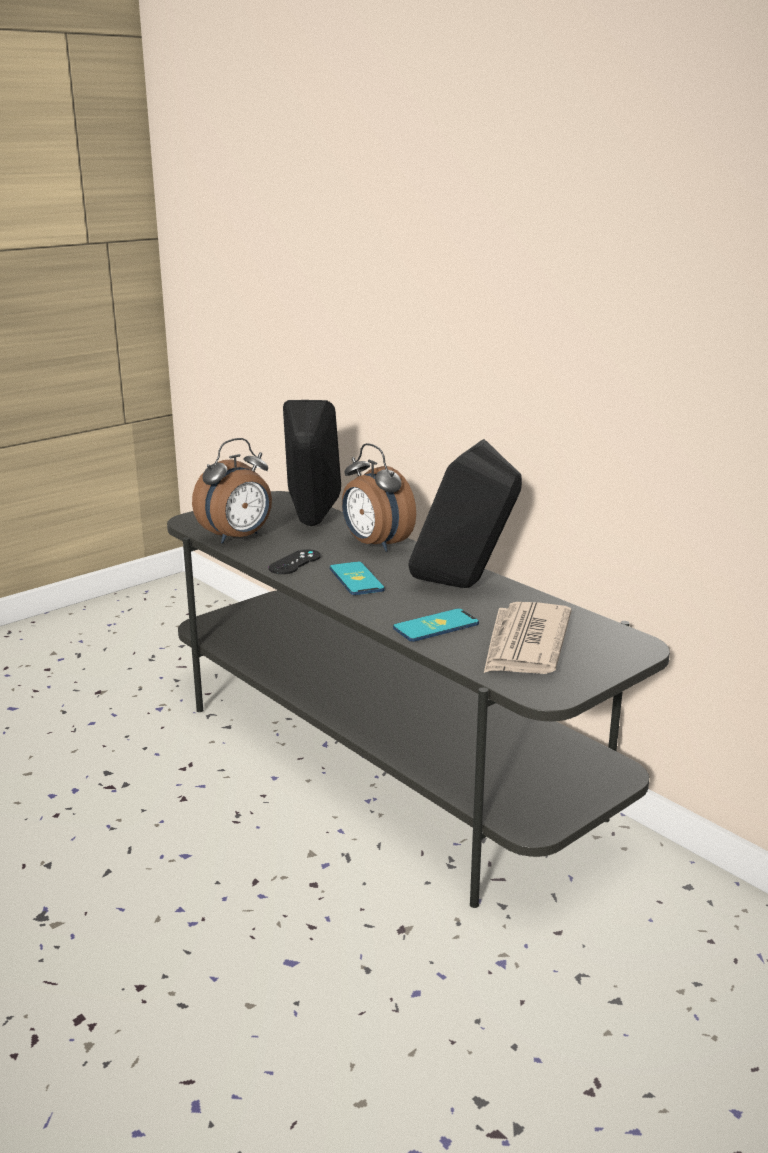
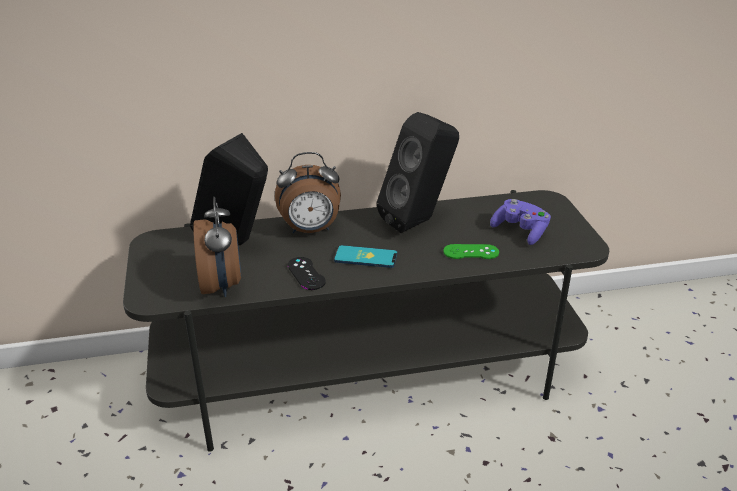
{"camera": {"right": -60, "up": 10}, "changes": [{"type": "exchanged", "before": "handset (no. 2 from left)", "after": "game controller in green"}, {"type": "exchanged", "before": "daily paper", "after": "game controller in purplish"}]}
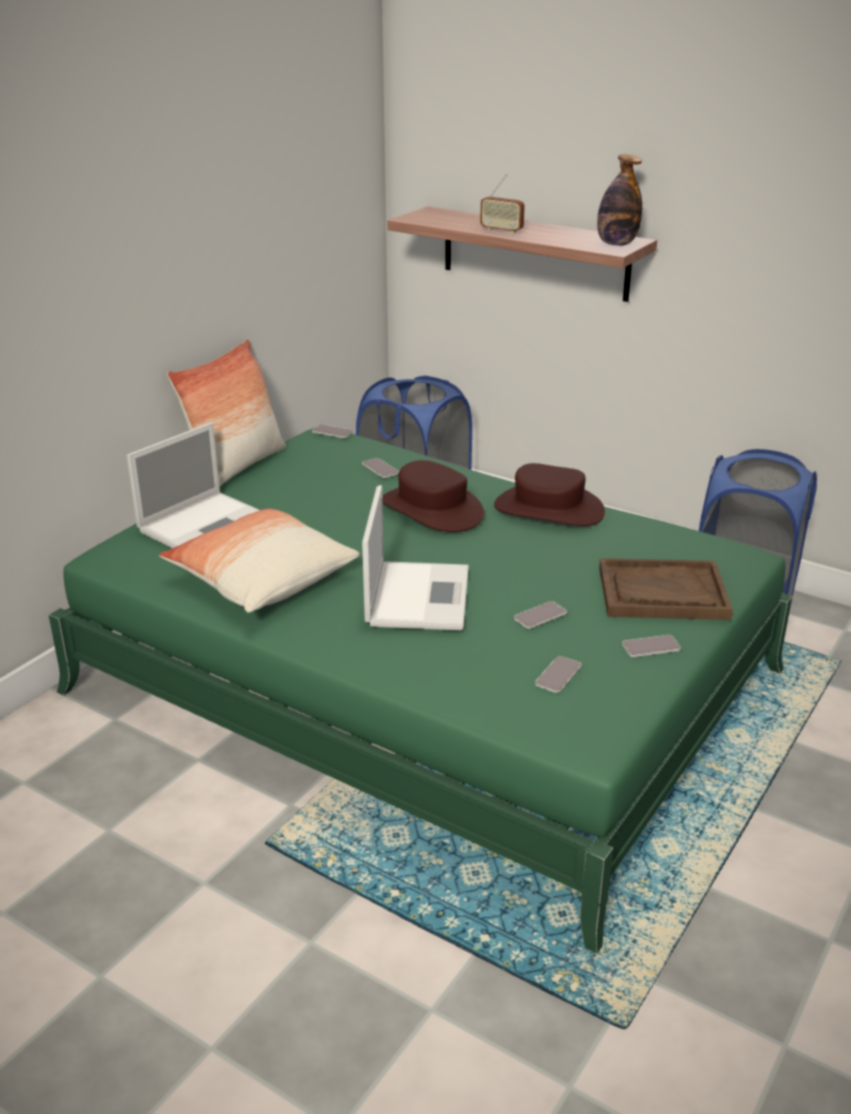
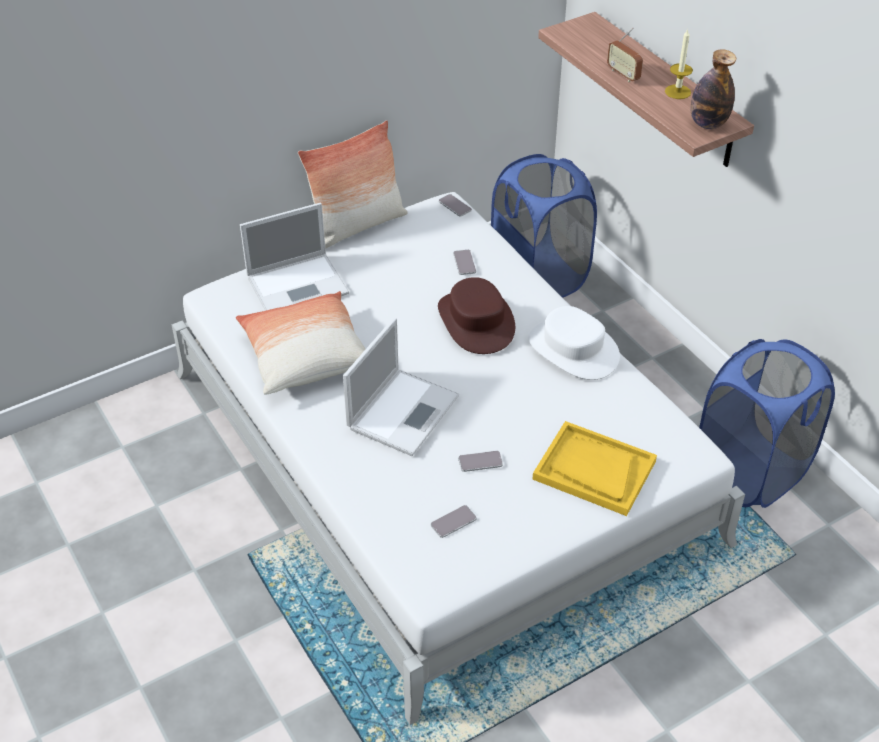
{"camera": {"right": 25, "up": 15}, "changes": [{"type": "missing", "before": "handset (no. 5 from left)"}, {"type": "appeared", "after": "wax light"}, {"type": "colour", "before": "sleeping bed in green", "after": "sleeping bed in white-coloured"}, {"type": "colour", "before": "hat in brown-coloured (no. 2 from left)", "after": "hat in white-coloured"}, {"type": "colour", "before": "carrying tray in brown-coloured", "after": "carrying tray in yellow-coloured"}]}
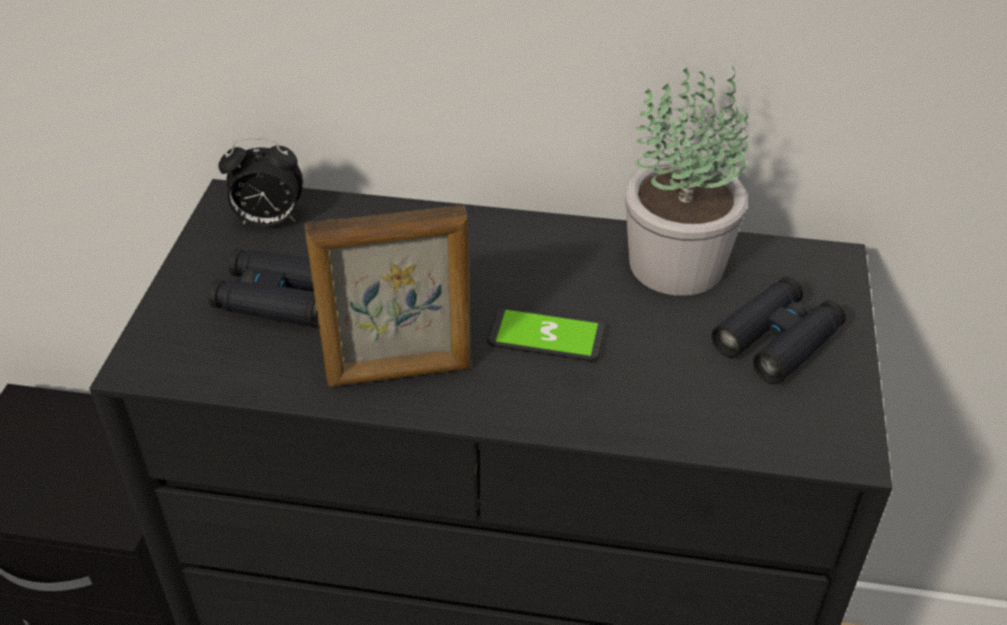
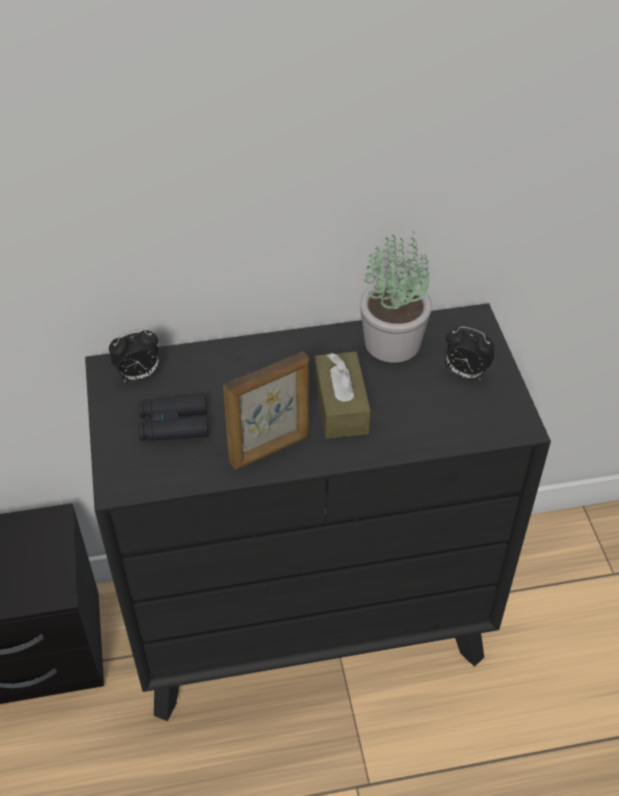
{"camera": {"right": -20, "up": 5}, "changes": [{"type": "exchanged", "before": "handset", "after": "tissue box in brown-coloured"}, {"type": "exchanged", "before": "binoculars in black (no. 2 from left)", "after": "table clock (no. 2 from left)"}]}
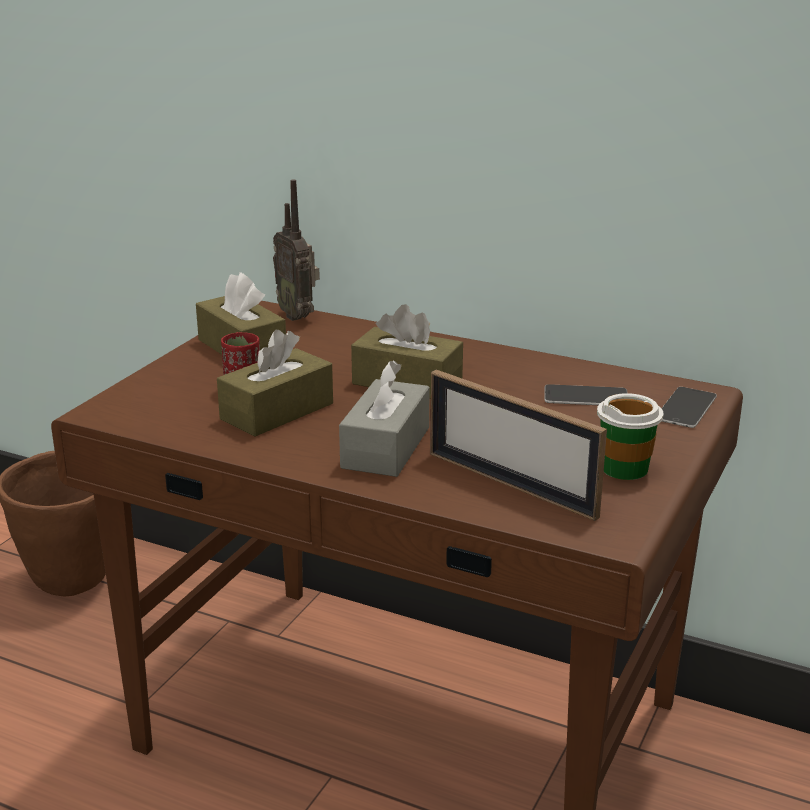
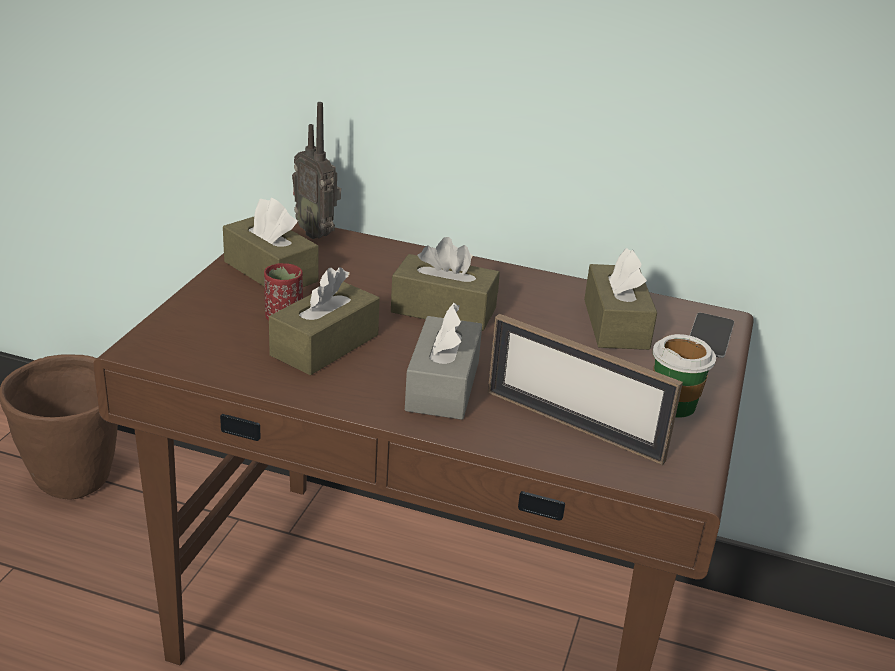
{"camera": {"right": -10, "up": 5}, "changes": [{"type": "exchanged", "before": "handset (no. 1 from left)", "after": "tissue box in brown-coloured (no. 4 from left)"}]}
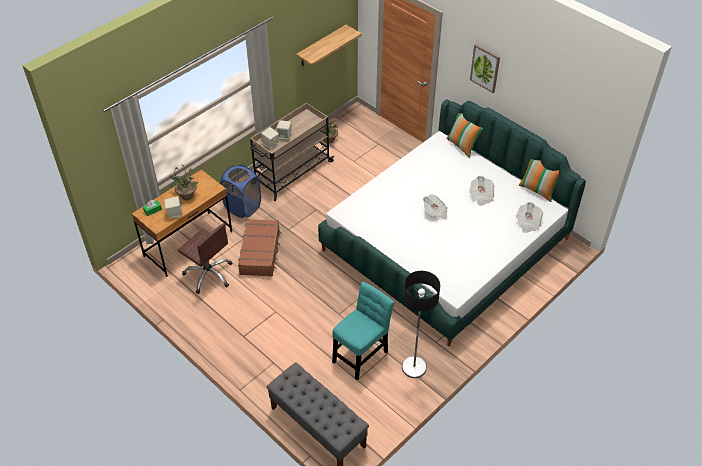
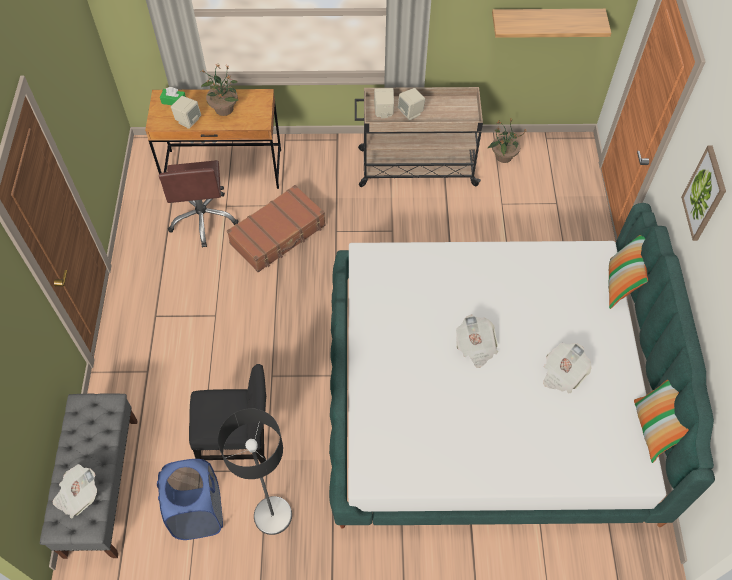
{"camera": {"right": 45, "up": 10}, "changes": [{"type": "relocated", "before": "hamper in bluish"}, {"type": "relocated", "before": "daily paper (no. 3 from left in the first image)", "after": "daily paper (no. 1 from left)"}, {"type": "colour", "before": "plain chair in turquoise", "after": "plain chair in black"}]}
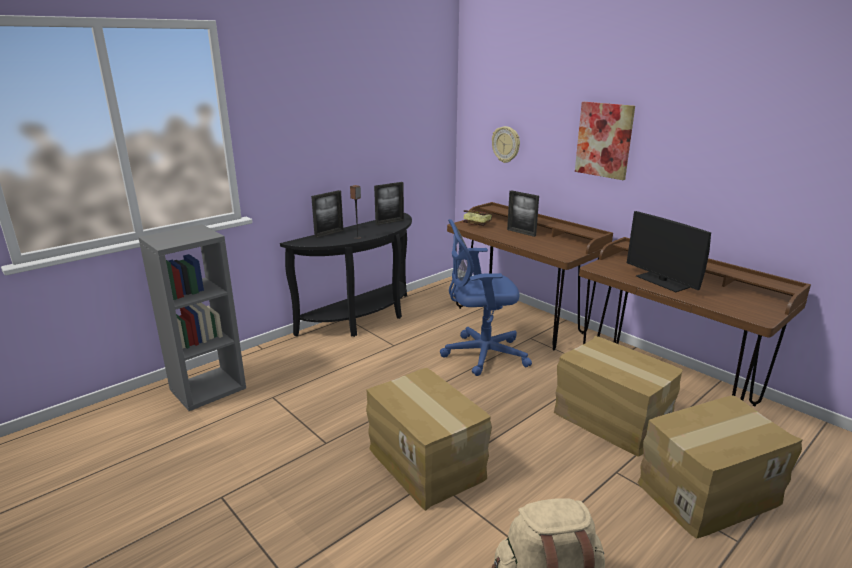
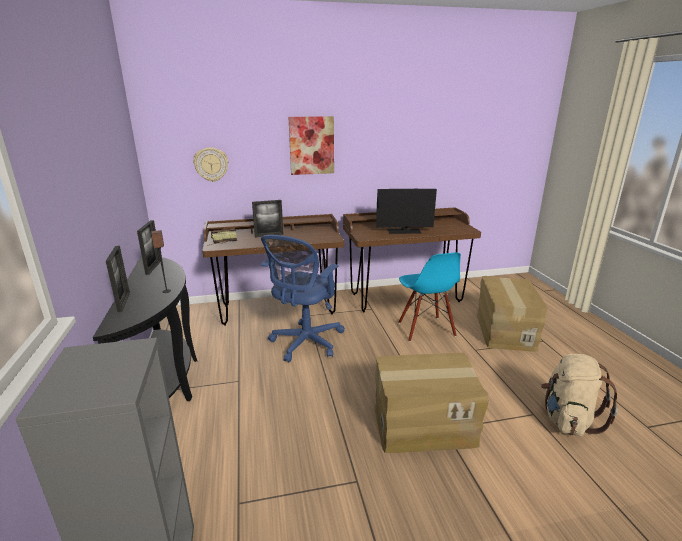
{"camera": {"right": -60, "up": 0}, "changes": [{"type": "exchanged", "before": "carton (no. 2 from left)", "after": "plain chair in bluish"}]}
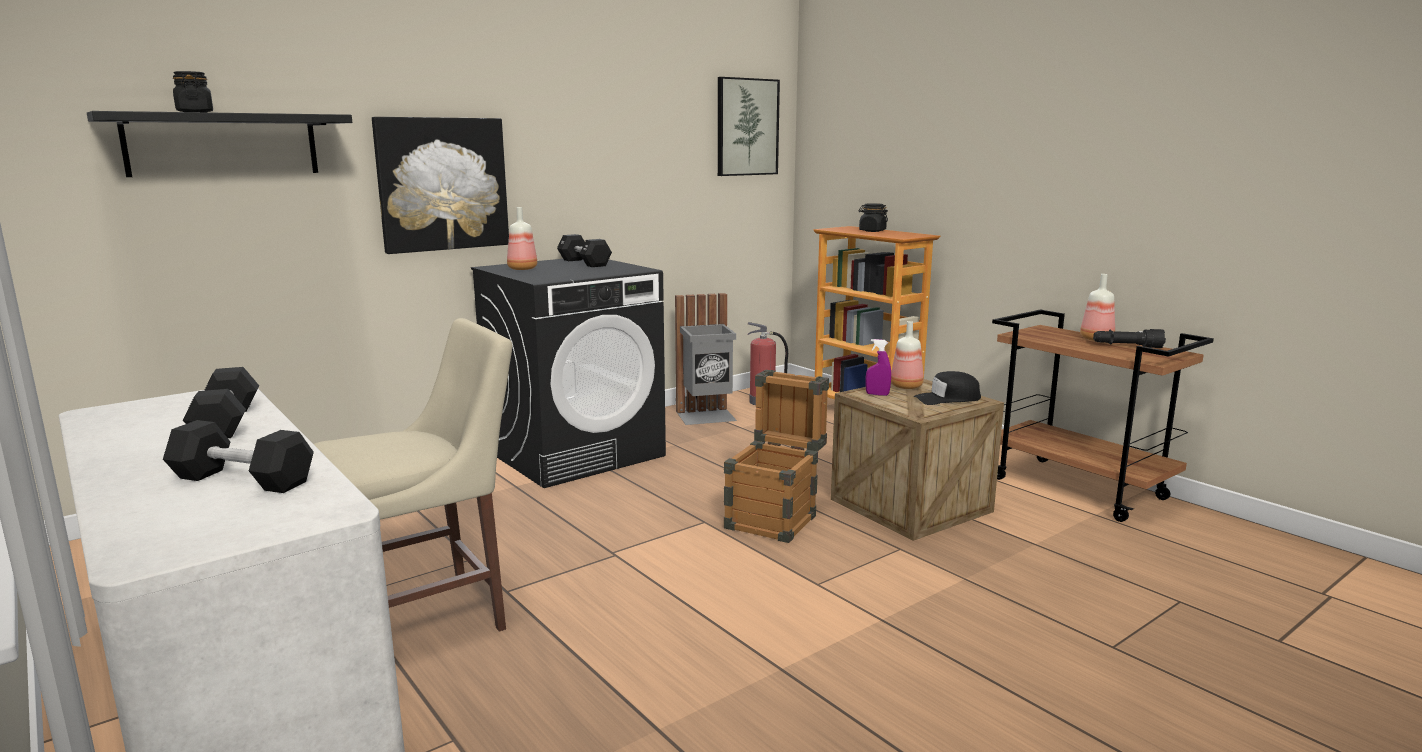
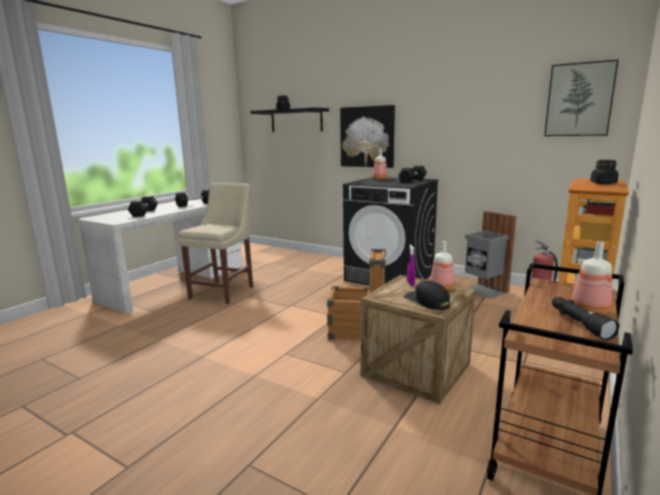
{"camera": {"right": 70, "up": 0}, "changes": [{"type": "spun", "before": "plain chair in beige", "turn": -105}]}
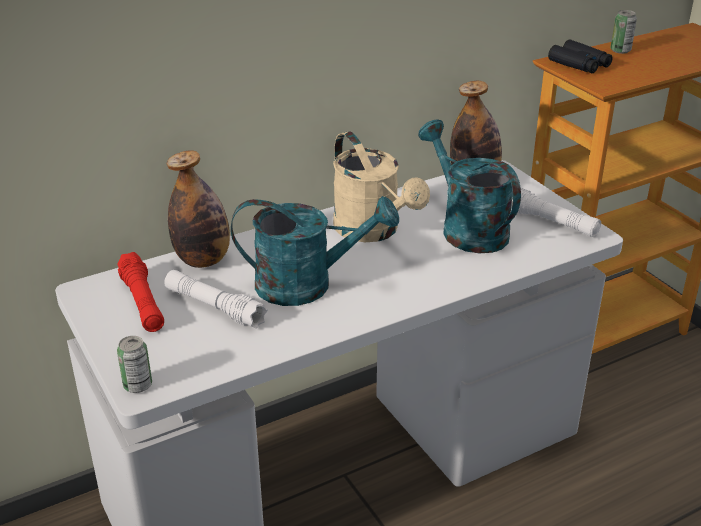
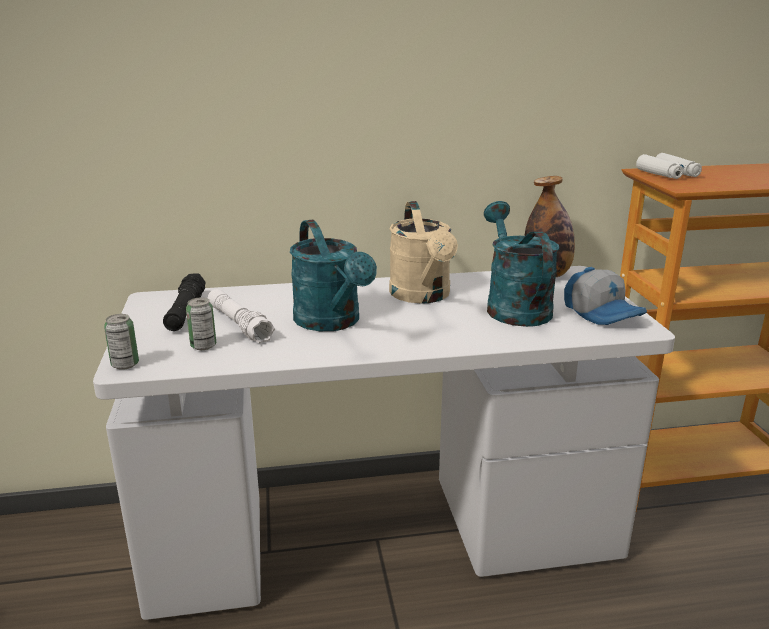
{"camera": {"right": 20, "up": -10}, "changes": [{"type": "missing", "before": "drink bottle (no. 1 from left)"}, {"type": "relocated", "before": "sealed can (no. 2 from left)"}, {"type": "exchanged", "before": "torch in white-coloured (no. 2 from left)", "after": "baseball cap"}, {"type": "colour", "before": "torch in red", "after": "torch in black"}, {"type": "colour", "before": "binoculars in black", "after": "binoculars in white-coloured"}, {"type": "spun", "before": "sprinkling can in turquoise (no. 1 from left)", "turn": 45}]}
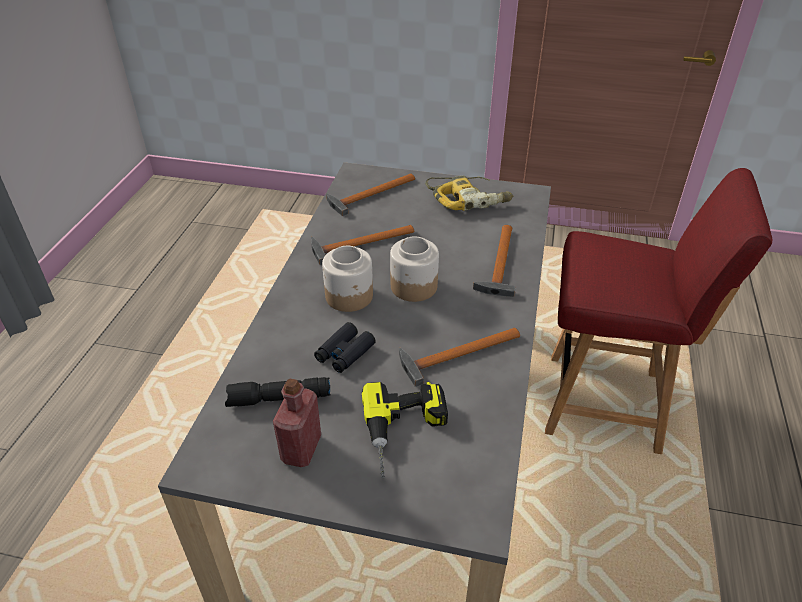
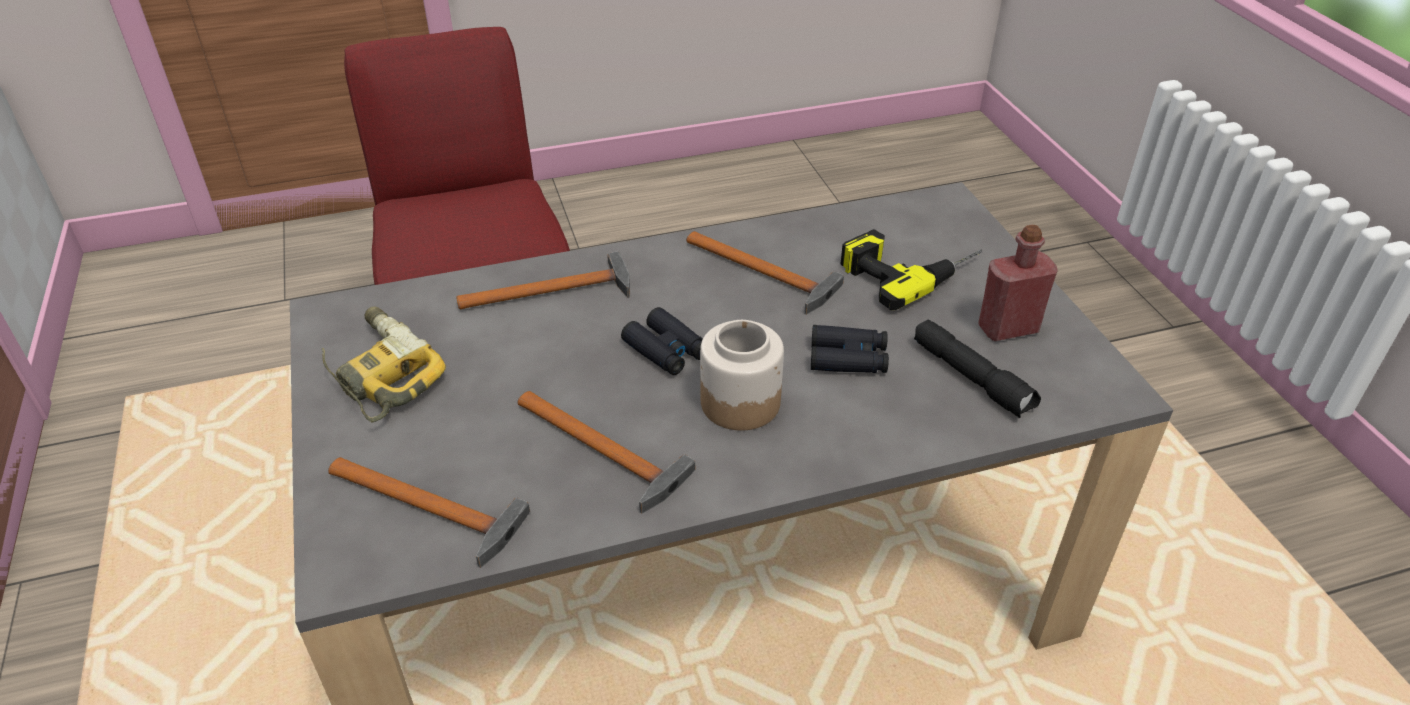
{"camera": {"right": -120, "up": 0}, "changes": [{"type": "exchanged", "before": "jar (no. 2 from left)", "after": "binoculars in black (no. 1 from left)"}]}
